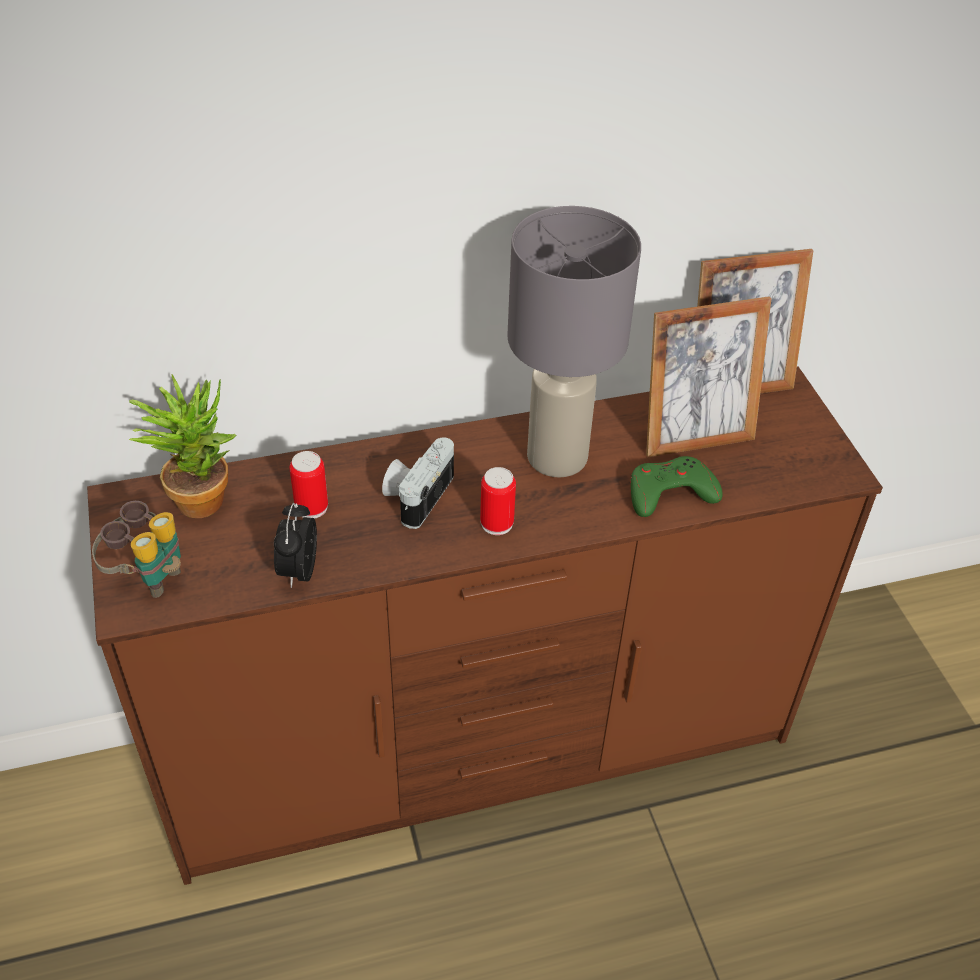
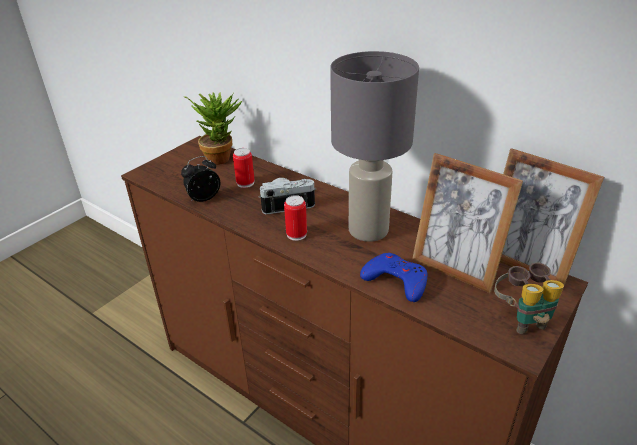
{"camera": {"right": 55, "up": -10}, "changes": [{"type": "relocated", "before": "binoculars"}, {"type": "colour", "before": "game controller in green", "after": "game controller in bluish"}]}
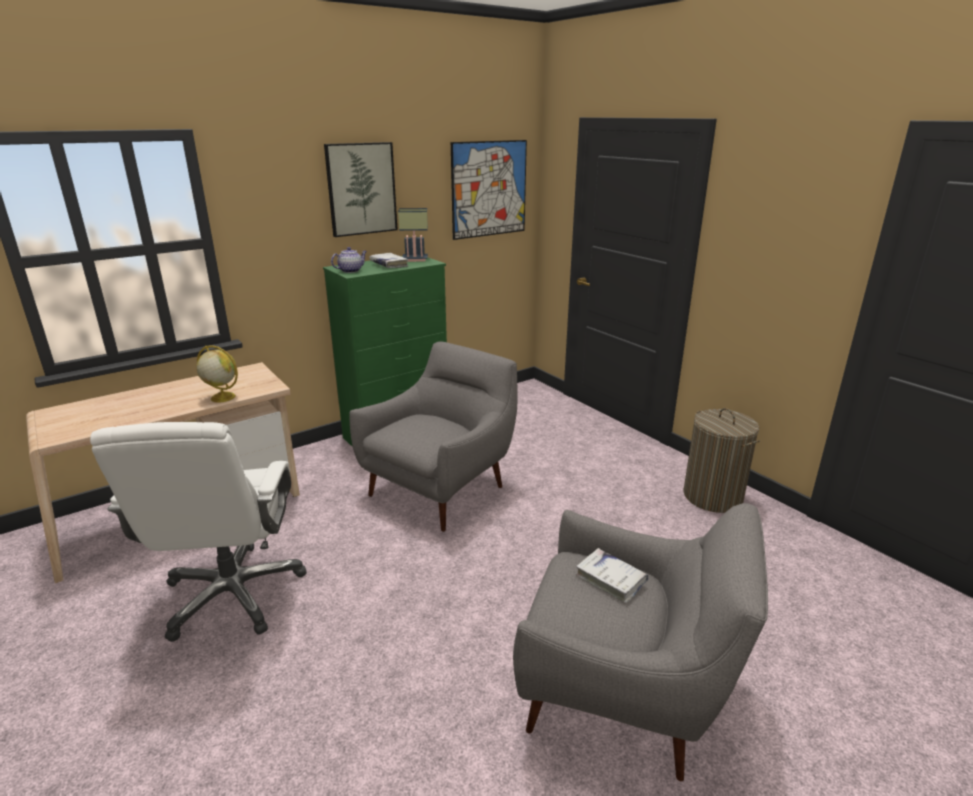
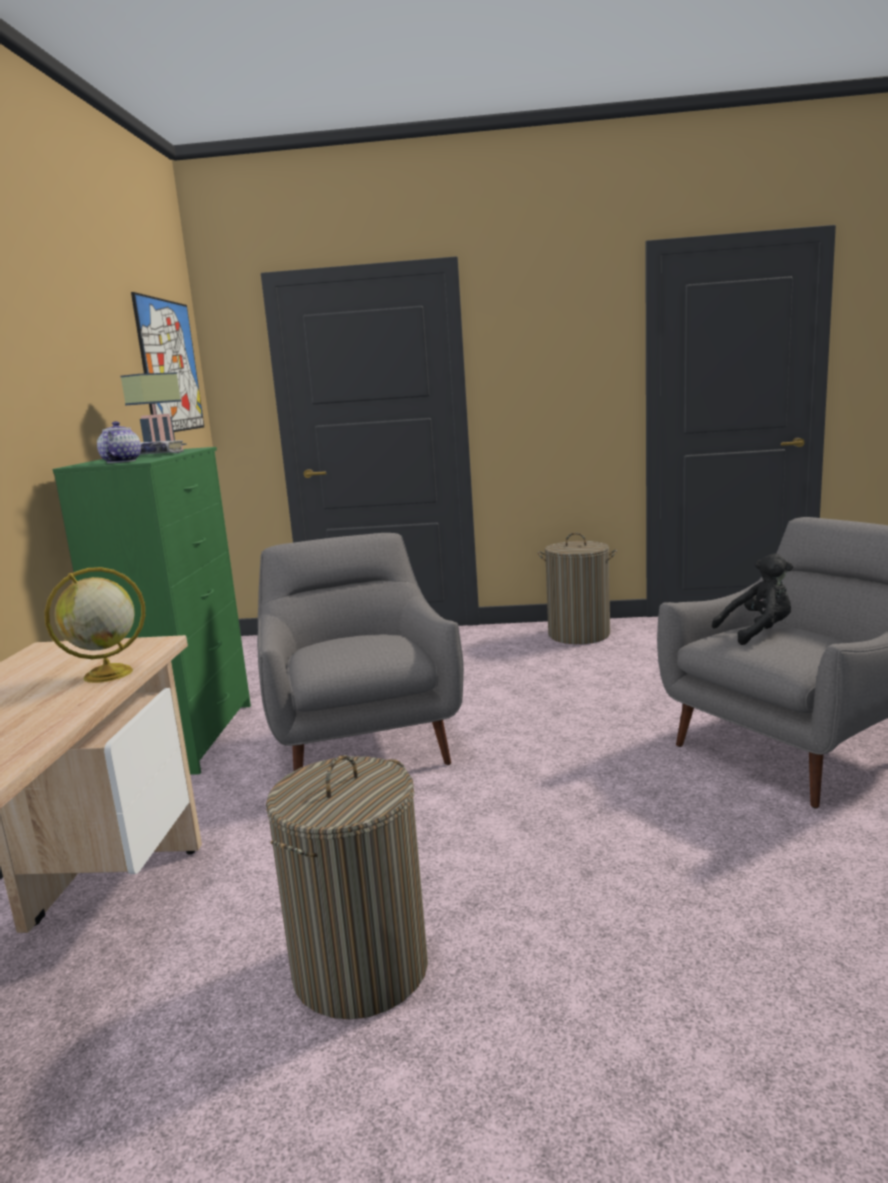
{"camera": {"right": -50, "up": -10}, "changes": [{"type": "missing", "before": "picture (no. 1 from left)"}, {"type": "exchanged", "before": "office chair in white-coloured", "after": "hamper (no. 1 from left)"}, {"type": "exchanged", "before": "bound book in white-coloured (no. 2 from left)", "after": "soft toy in black"}]}
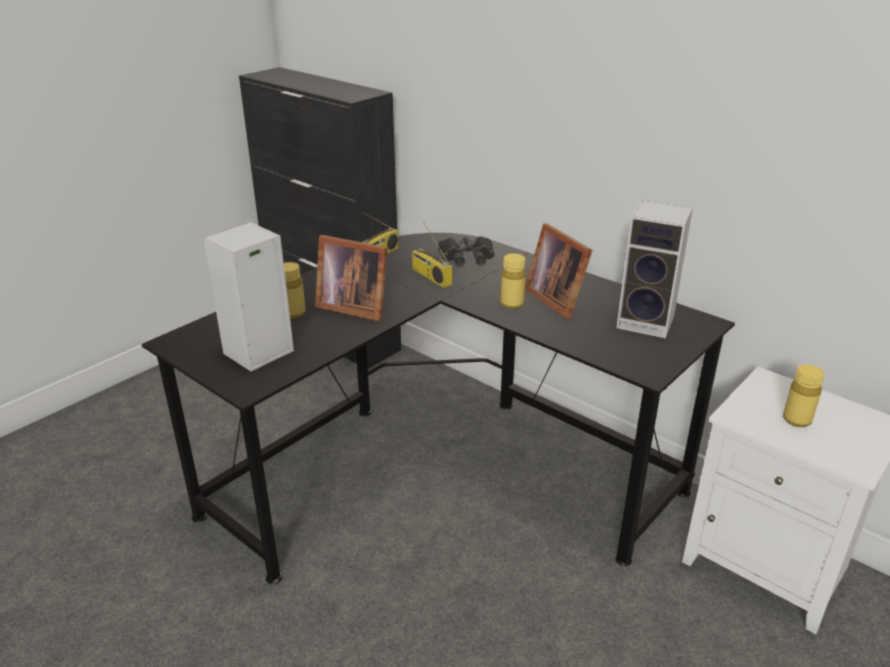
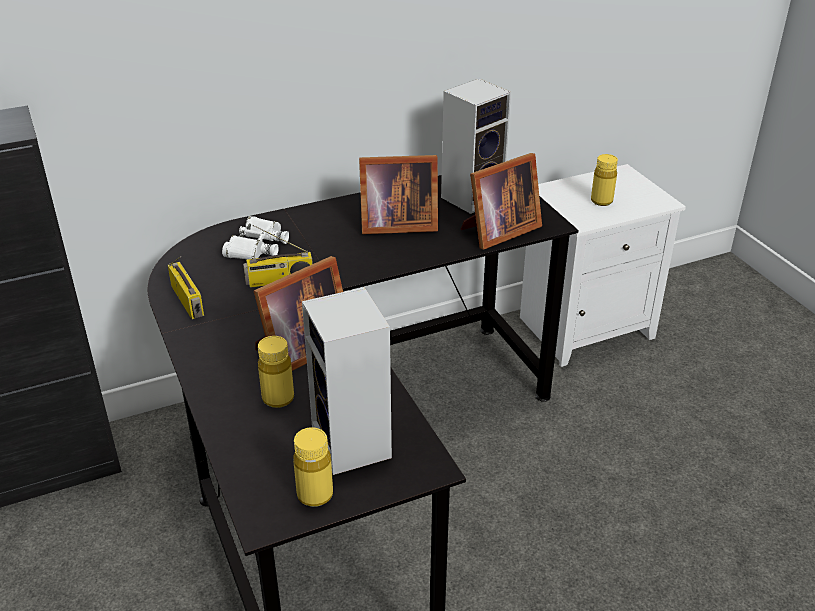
{"camera": {"right": -65, "up": 5}, "changes": [{"type": "appeared", "after": "picture frame (no. 3 from left)"}, {"type": "relocated", "before": "drink bottle in yellow-coloured (no. 2 from left)"}, {"type": "colour", "before": "binoculars in black", "after": "binoculars in white-coloured"}]}
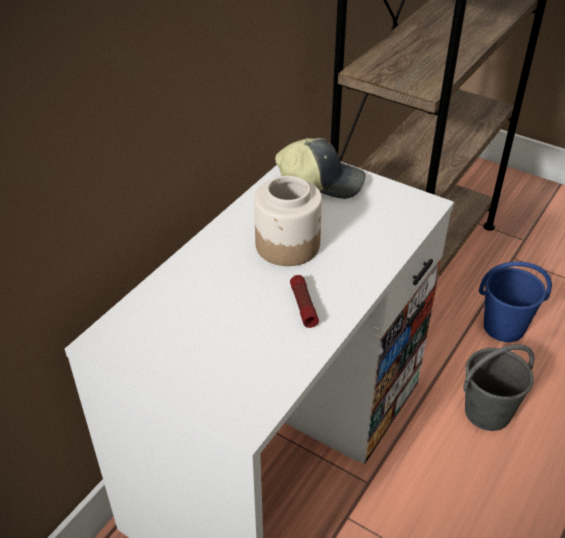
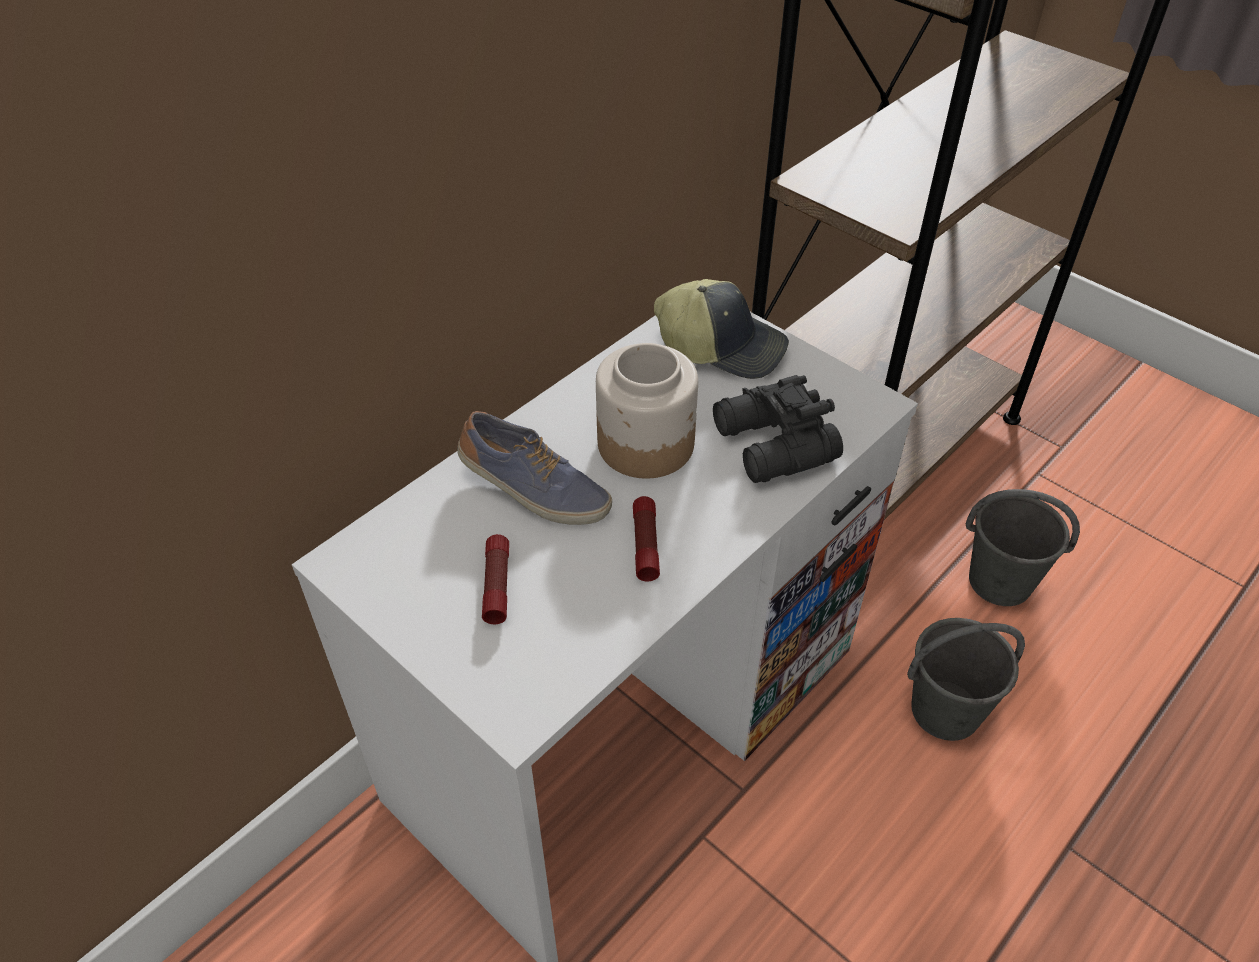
{"camera": {"right": 10, "up": 5}, "changes": [{"type": "appeared", "after": "shoe"}, {"type": "appeared", "after": "torch (no. 1 from left)"}, {"type": "appeared", "after": "binoculars in black"}, {"type": "colour", "before": "water bucket in bluish", "after": "water bucket in grey (no. 2 from left)"}]}
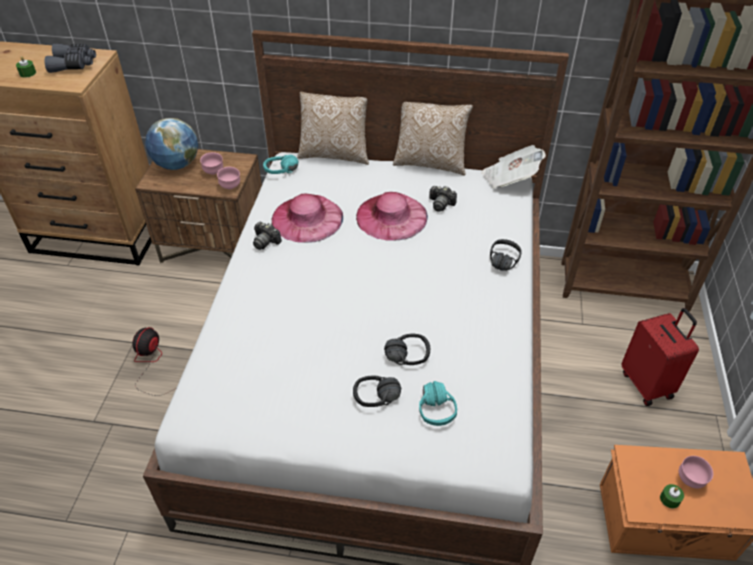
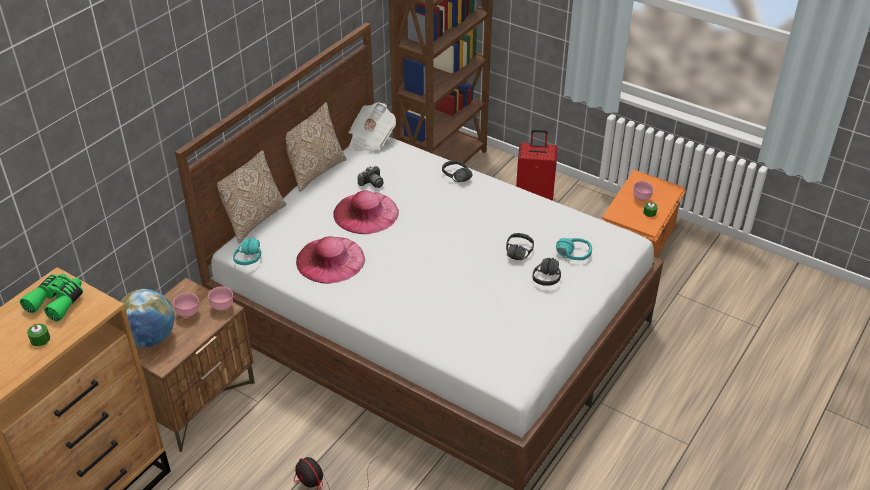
{"camera": {"right": -65, "up": -5}, "changes": [{"type": "missing", "before": "still camera (no. 1 from left)"}, {"type": "colour", "before": "binoculars in grey", "after": "binoculars in green"}]}
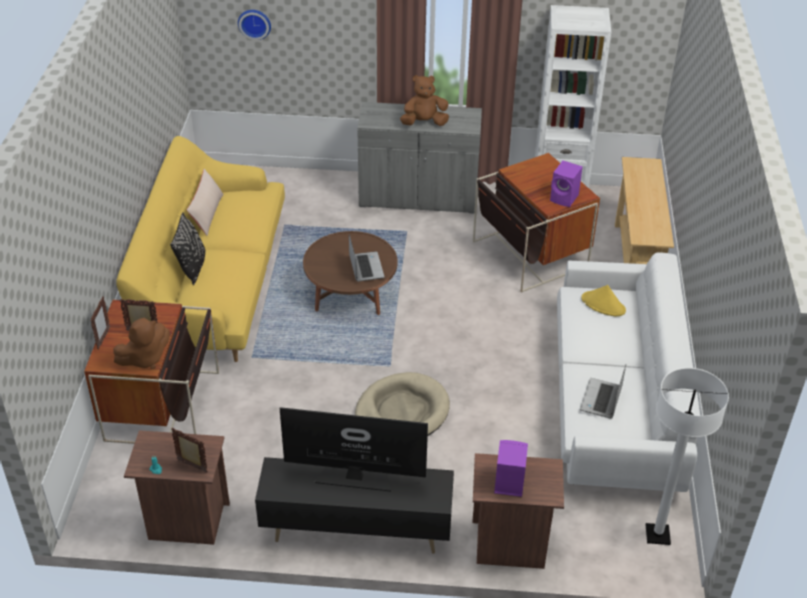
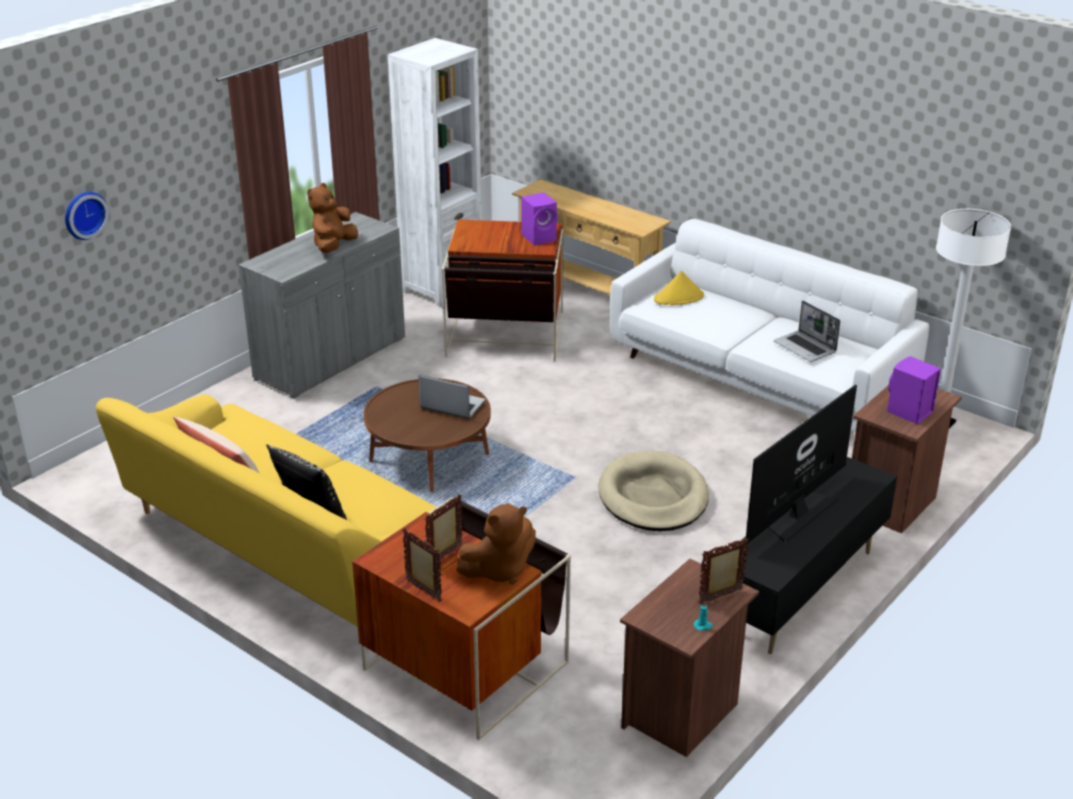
{"camera": {"right": -55, "up": -10}, "changes": [{"type": "spun", "before": "soft toy in brown-coloured (no. 1 from left in the first image)", "turn": 60}]}
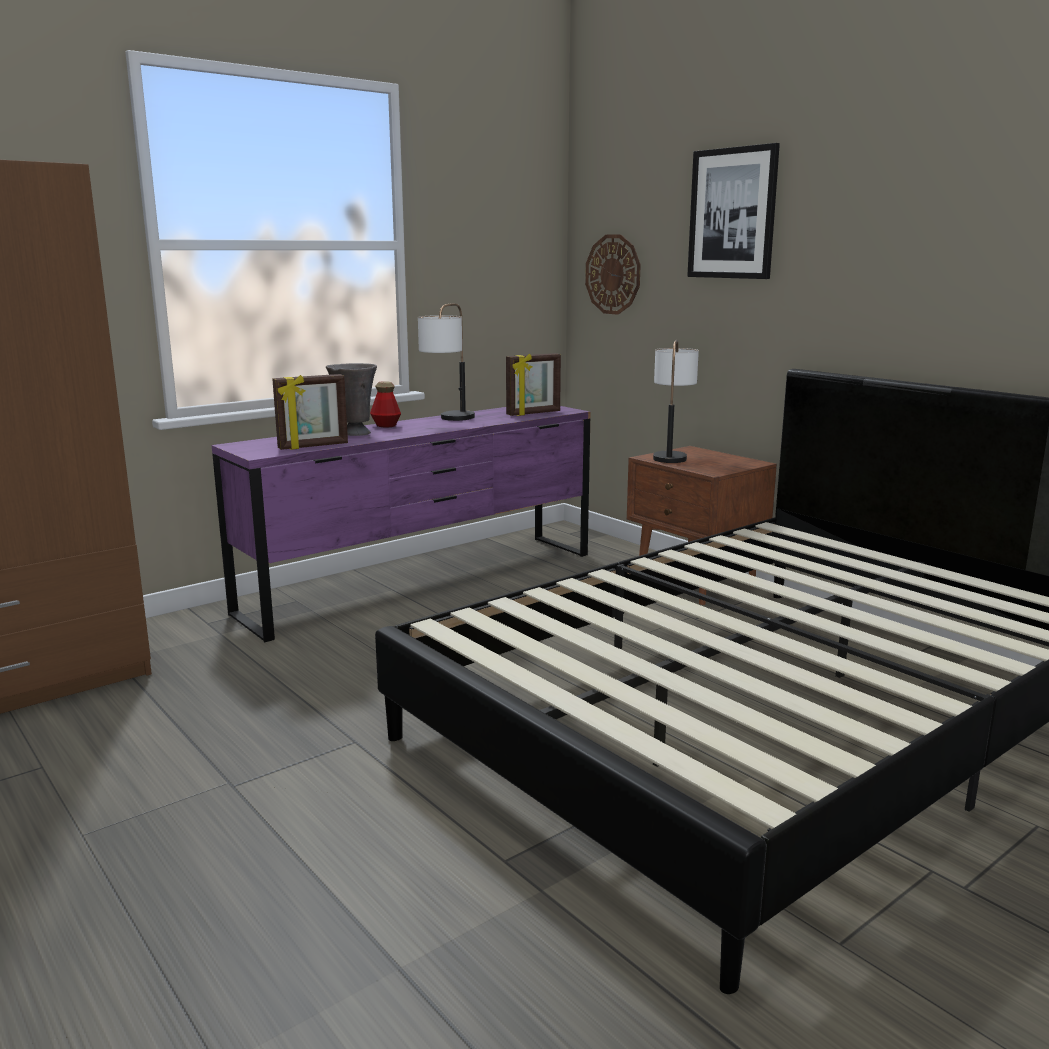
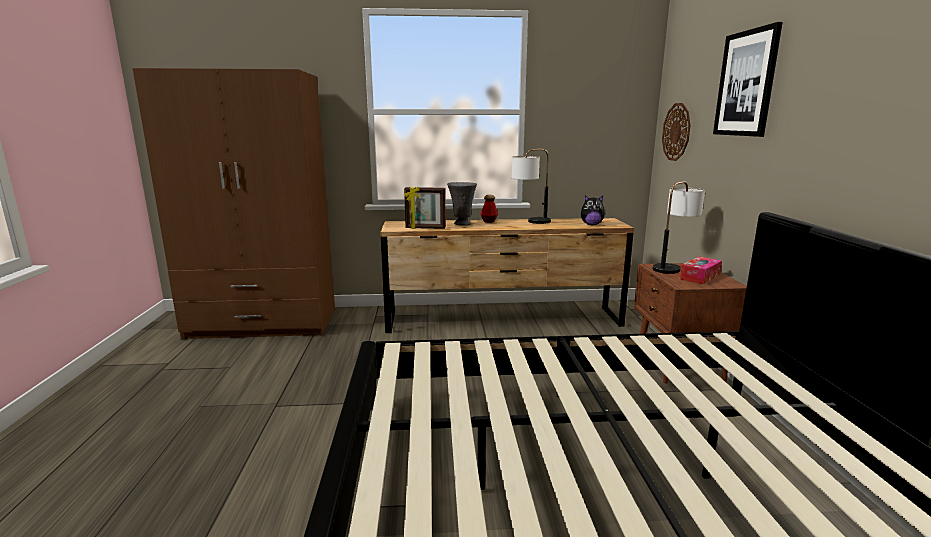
{"camera": {"right": 35, "up": 0}, "changes": [{"type": "appeared", "after": "tissue box"}, {"type": "exchanged", "before": "picture frame (no. 2 from left)", "after": "soft toy"}, {"type": "colour", "before": "chest of drawers in purplish", "after": "chest of drawers in brown-coloured"}]}
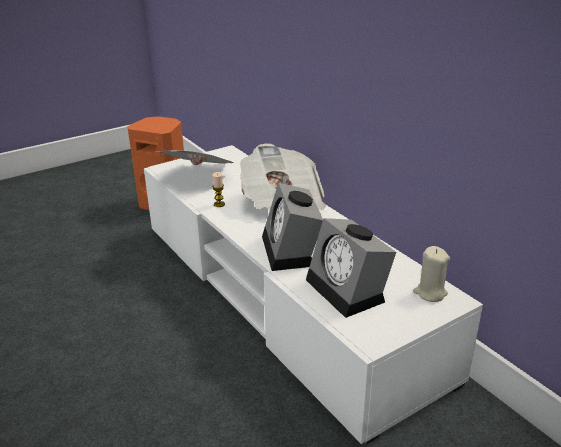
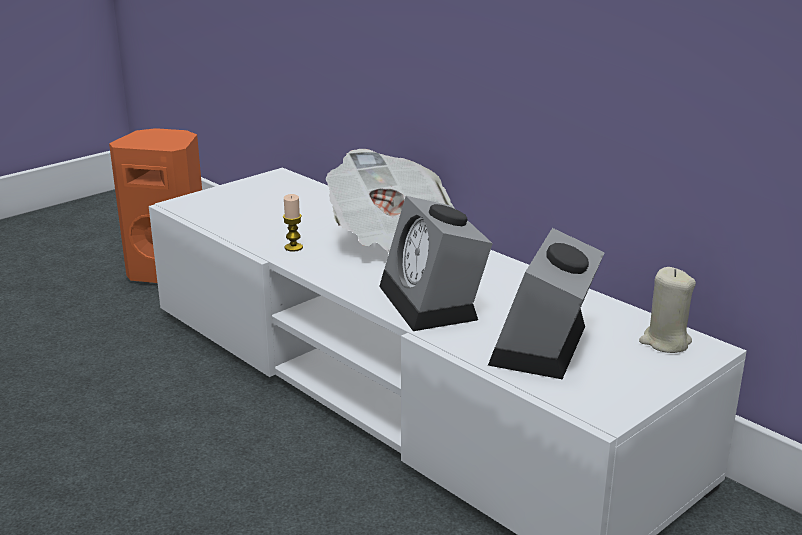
{"camera": {"right": -10, "up": -5}, "changes": [{"type": "missing", "before": "daily paper (no. 1 from left)"}, {"type": "spun", "before": "table clock (no. 2 from left)", "turn": 60}]}
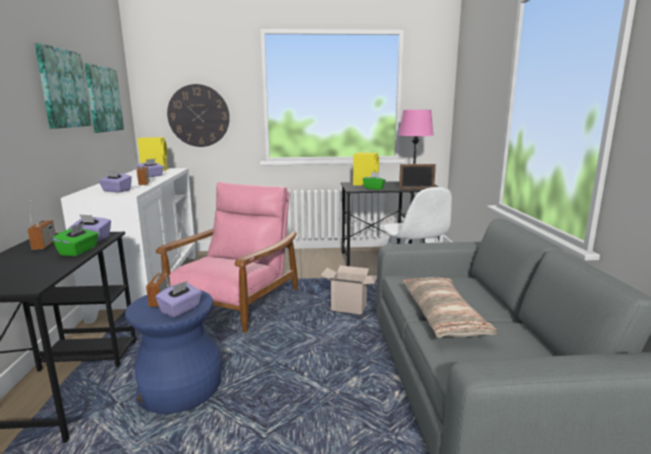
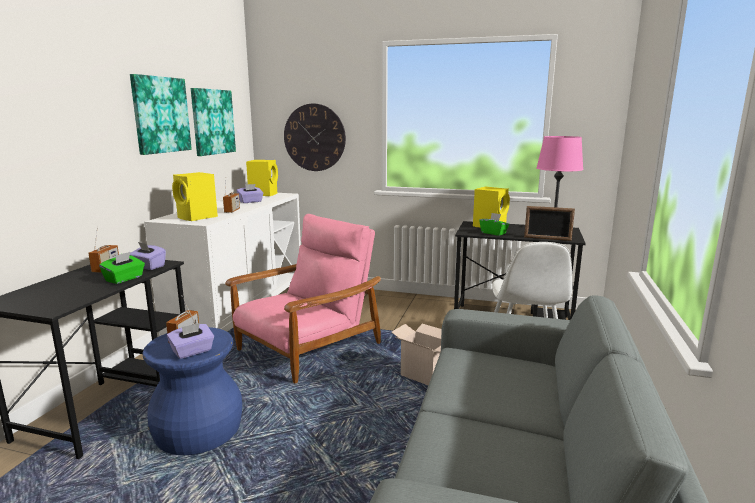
{"camera": {"right": 20, "up": 0}, "changes": [{"type": "missing", "before": "cushion"}, {"type": "exchanged", "before": "tissue box in purplish (no. 2 from left)", "after": "audio speaker in yellow-coloured (no. 1 from left)"}]}
